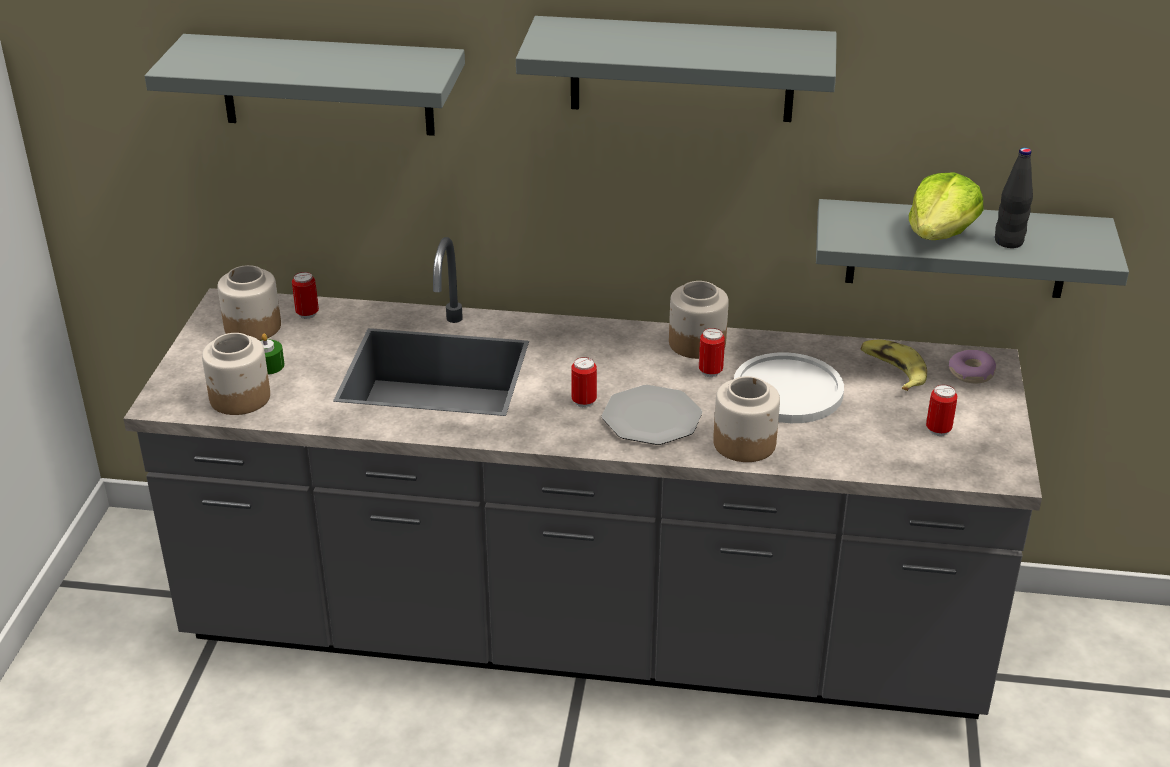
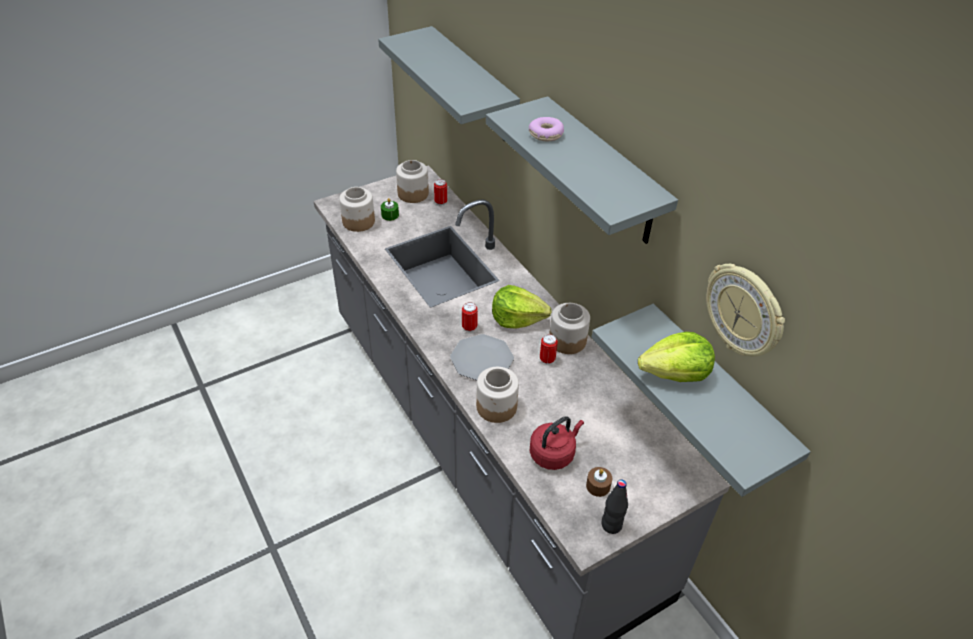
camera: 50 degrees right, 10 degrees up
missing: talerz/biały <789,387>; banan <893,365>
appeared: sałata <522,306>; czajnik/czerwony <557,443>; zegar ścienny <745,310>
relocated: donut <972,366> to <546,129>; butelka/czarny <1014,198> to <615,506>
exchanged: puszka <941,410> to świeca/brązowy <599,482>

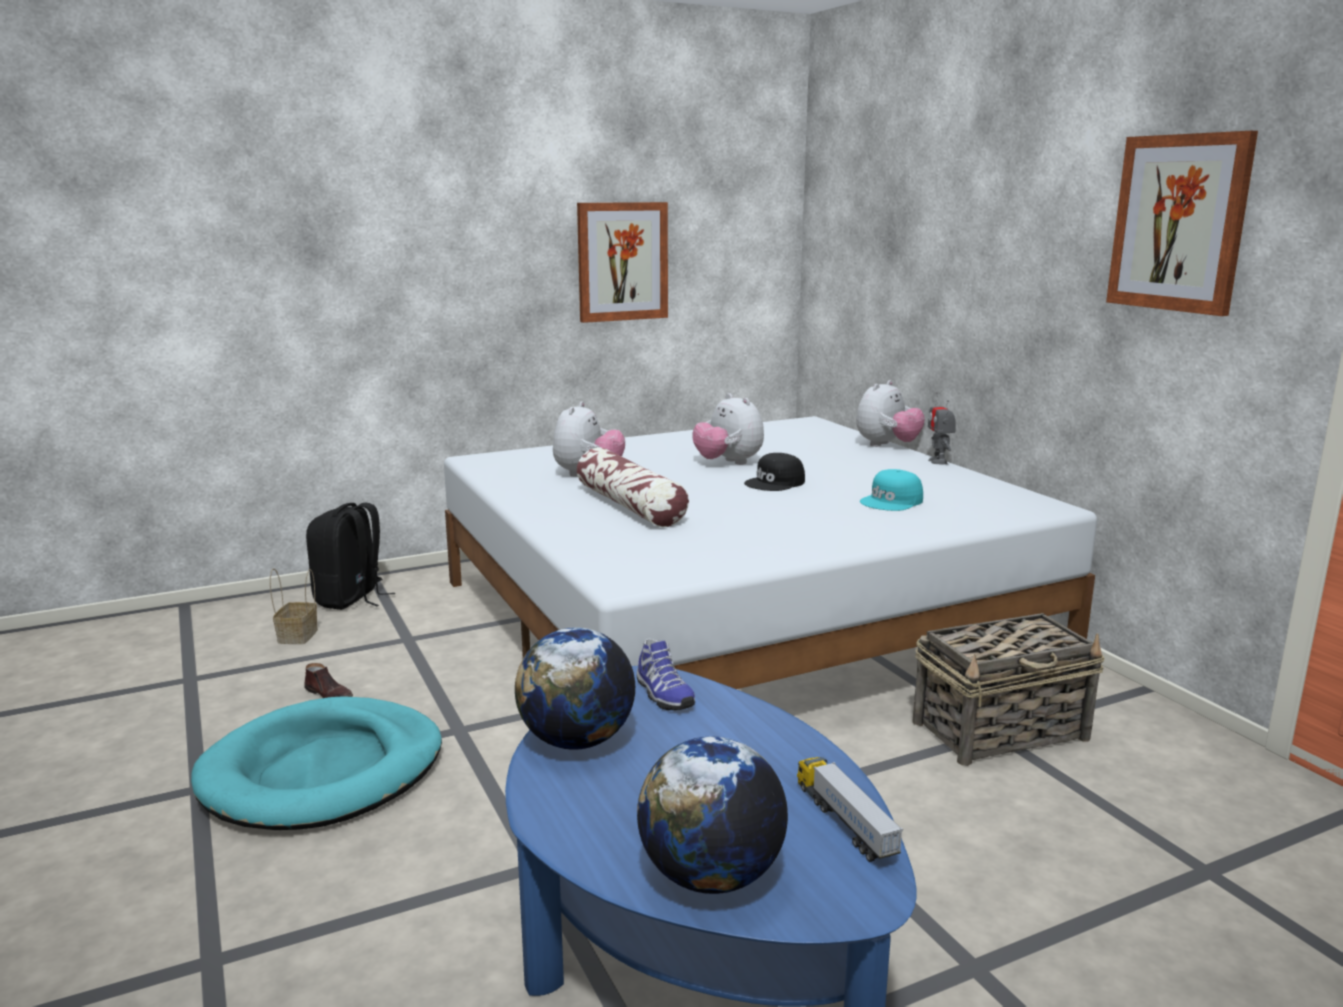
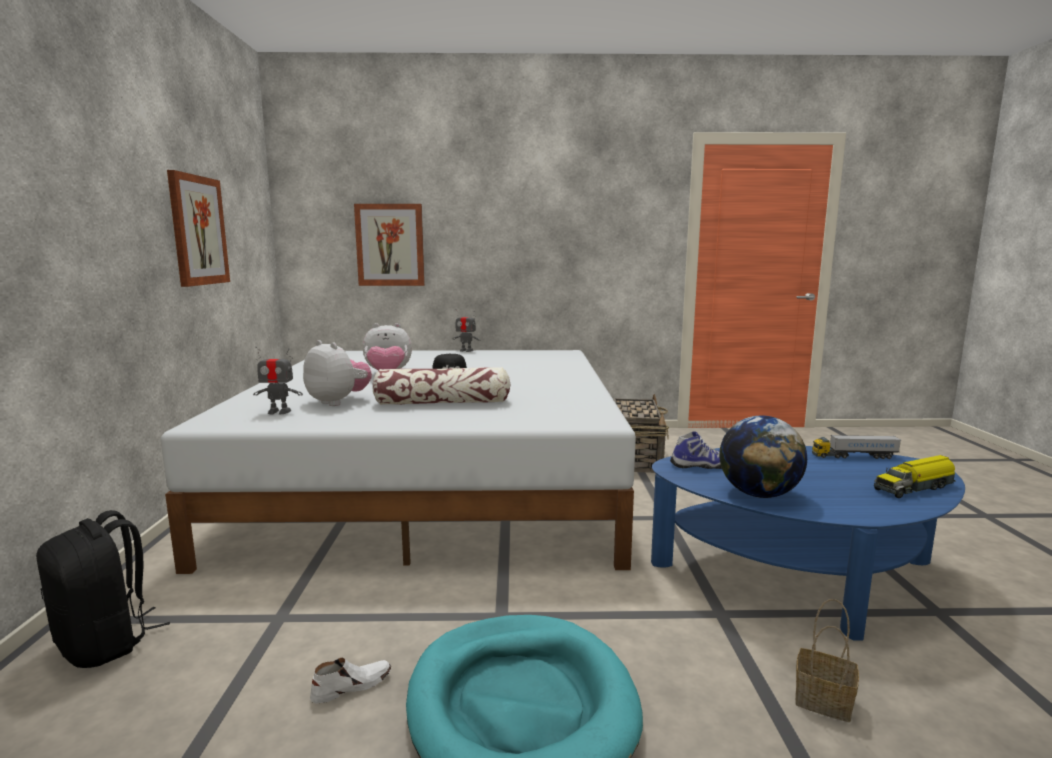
camera: 65 degrees left, 5 degrees down
missing: pluszak <890,413>; czapka z daszkiem/turkusowy <891,490>
appeared: robot zabawkowy <278,381>
relocated: koszyk <294,606> to <827,660>; obraz <1182,223> to <389,245>
exchanged: globus <712,815> to ciężarówka zabawkowa <915,476>
colour: but/brązowy <328,680> to but/biały <350,680>

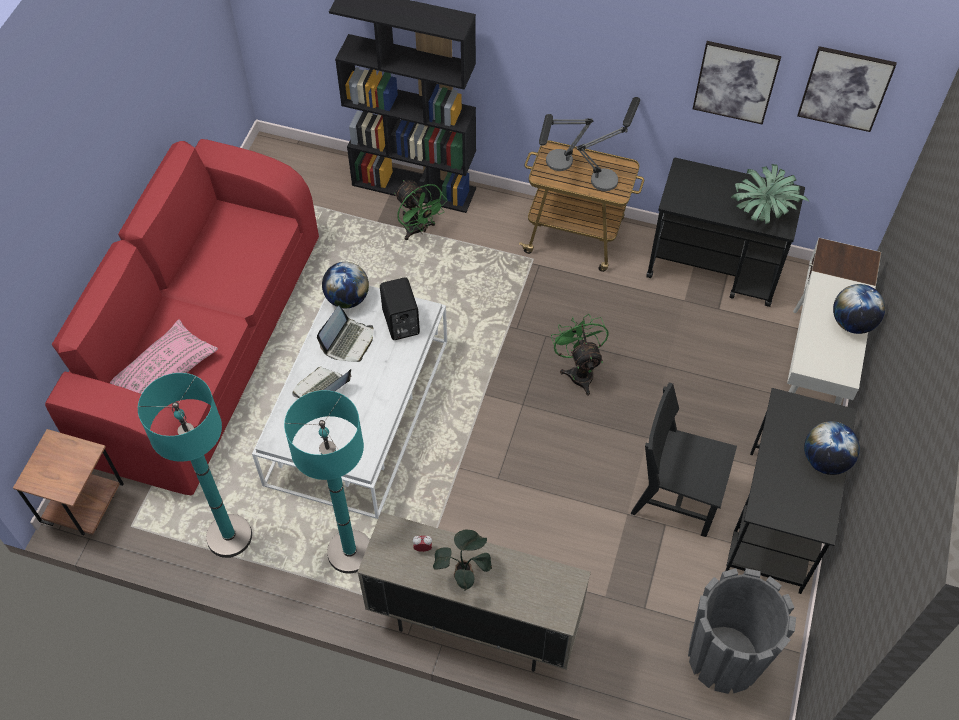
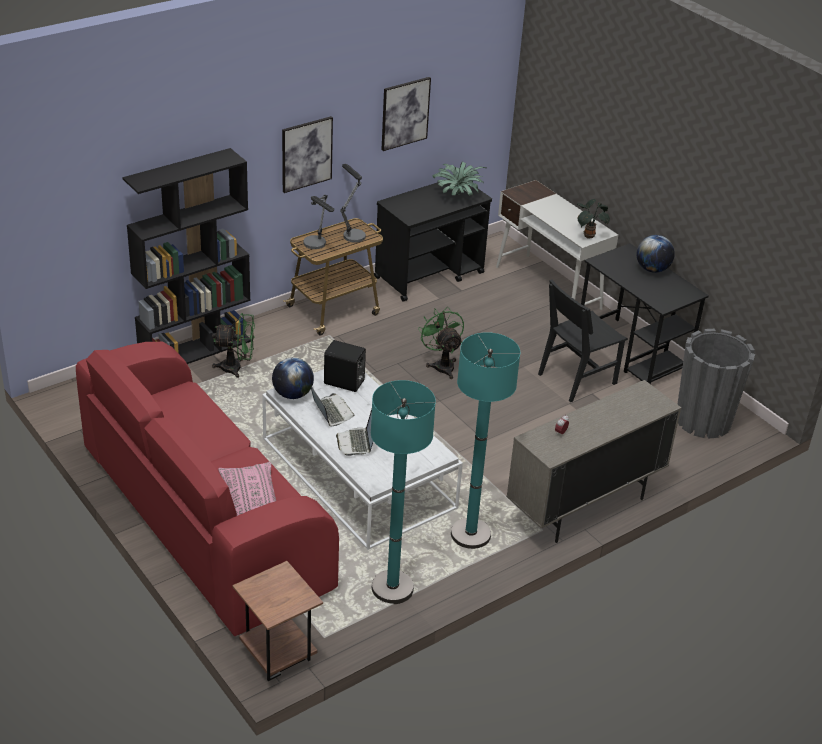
camera: 55 degrees left, 20 degrees down
missing: globus <859,309>
relocated: roślina doniczkowa <462,559> to <593,219>; obraz <847,89> to <307,154>
spun: wentylator/zielony <579,354> = <441,343> 45 degrees clockwise

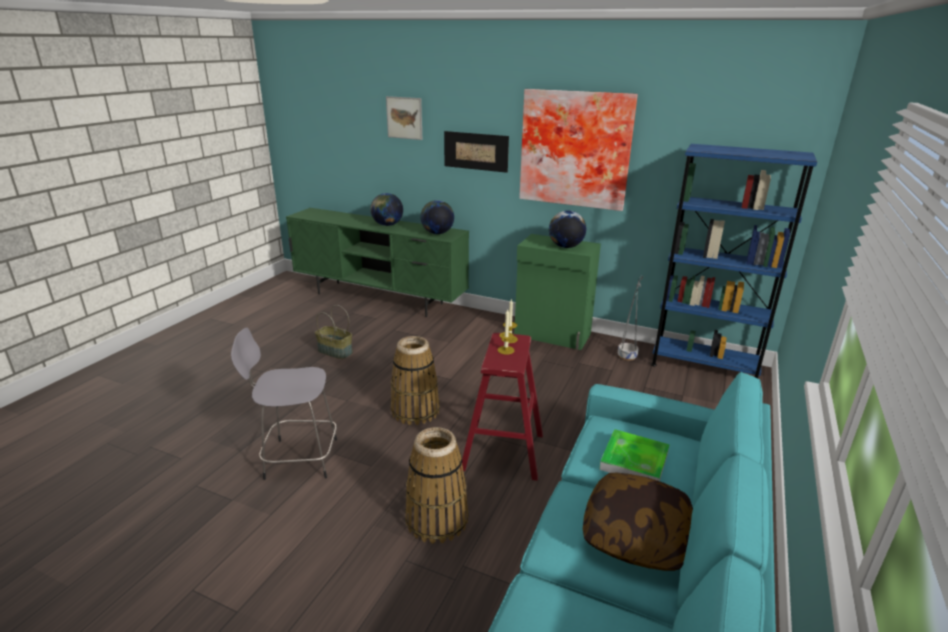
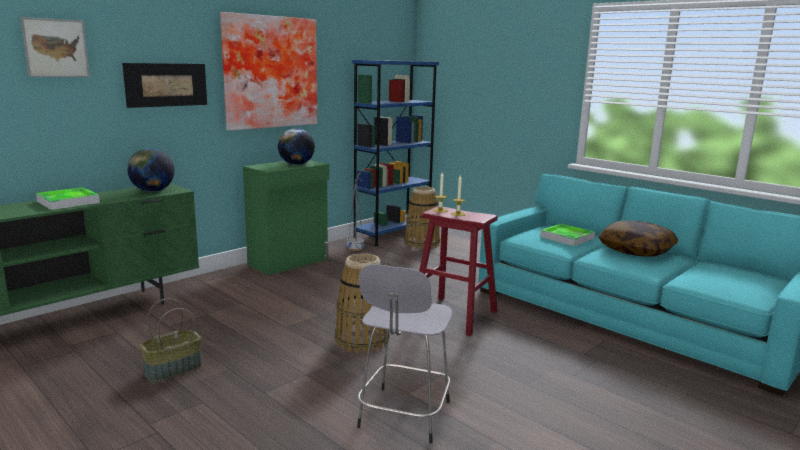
camera: 70 degrees left, 10 degrees down
relocated: koszyk <437,485> to <422,218>
exchanged: globus <386,209> to taca <68,198>

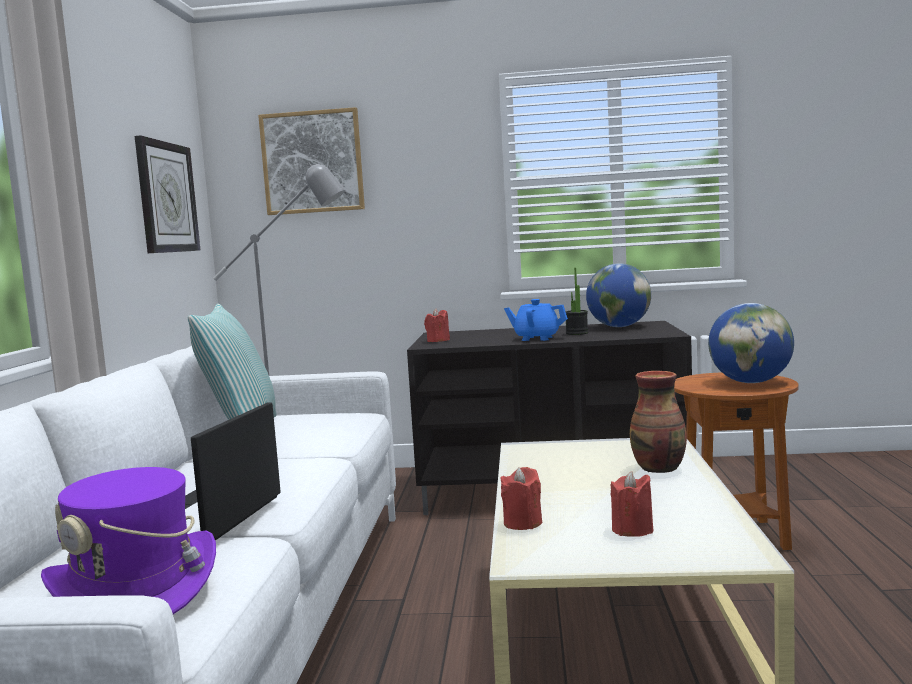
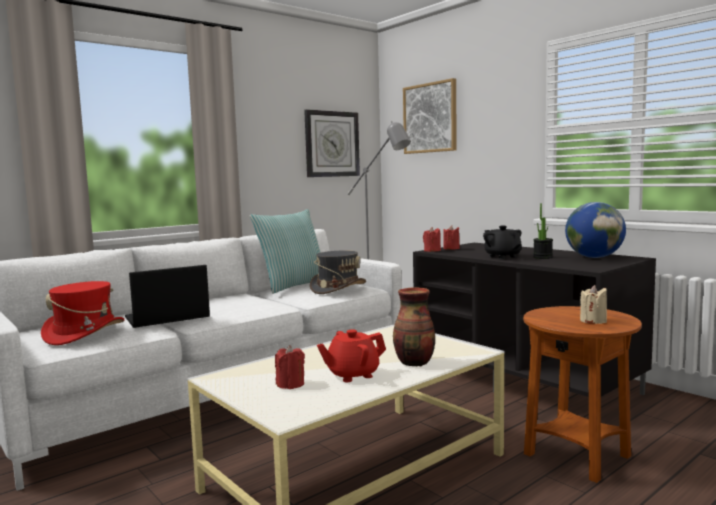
camera: 45 degrees right, 0 degrees up
appeared: kapelusz/szary <338,272>; imbryk/czerwony <351,355>
relocated: świeca/czerwony <521,498> to <432,239>
exchanged: globus <751,343> to świeca/beżowy <593,304>
colour: kapelusz/fioletowy <128,540> to kapelusz/czerwony <82,313>; imbryk/niebieski <536,320> to imbryk/czarny <502,242>

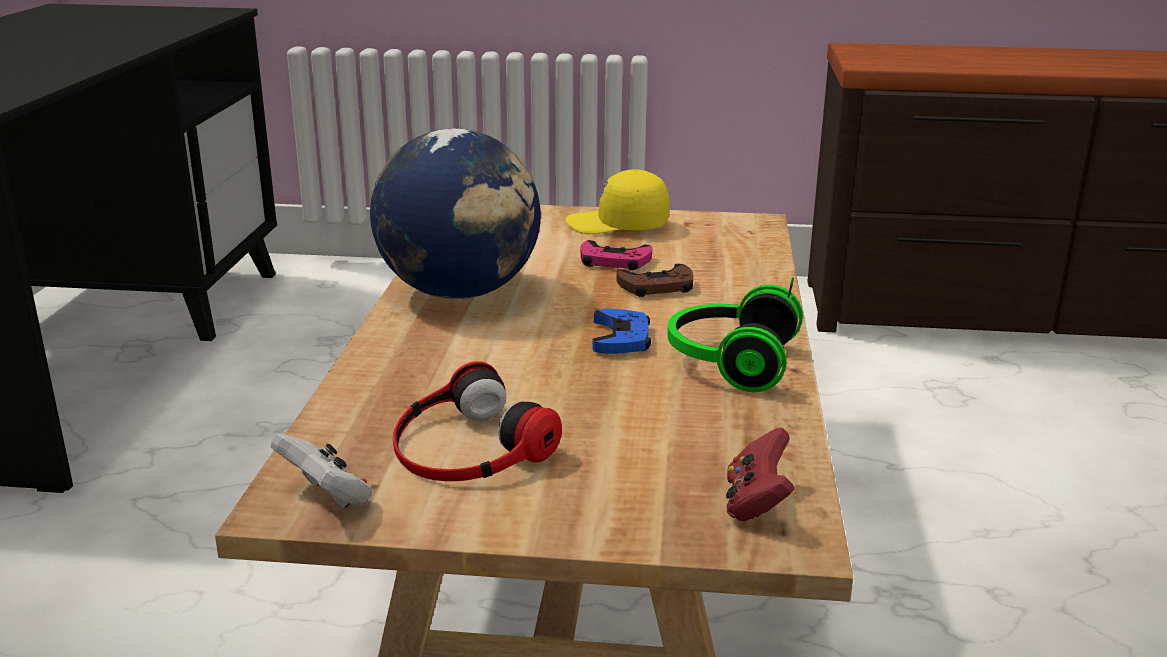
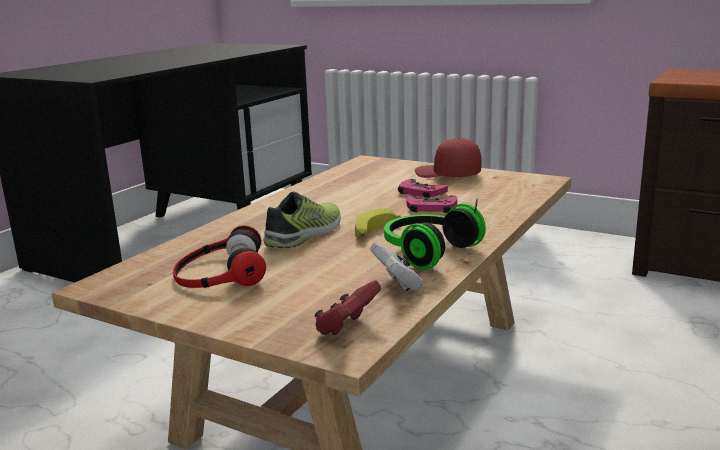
camera: 25 degrees right, 5 degrees down
missing: globus <455,214>
appeared: but <302,220>
relocated: pad do gier/biały <321,470> to <396,267>
exchanged: pad do gier/niebieski <621,331> to banan <377,222>
colour: czapka z daszkiem/żółty <617,201> to czapka z daszkiem/czerwony <448,157>; pad do gier/brązowy <655,280> to pad do gier/różowy <432,204>

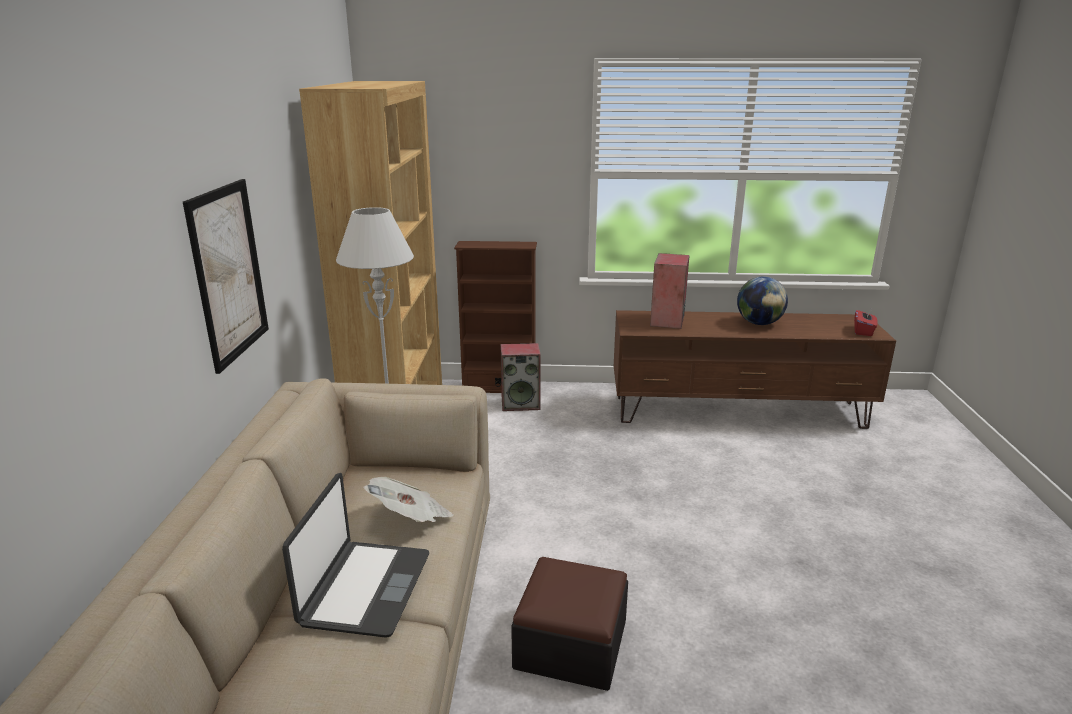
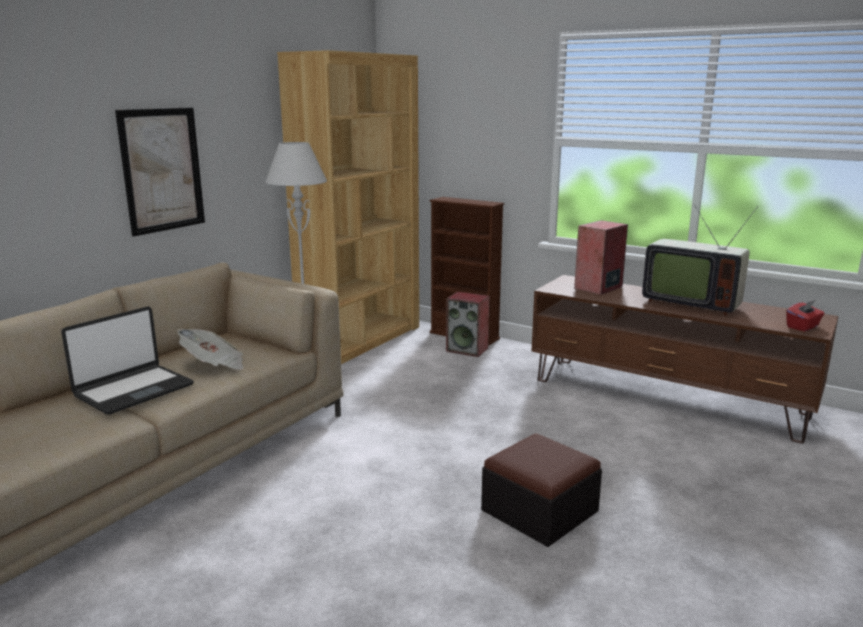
camera: 30 degrees right, 5 degrees down
relocated: pufa <569,624> to <541,490>
exchanged: globus <762,301> to telewizor <700,261>

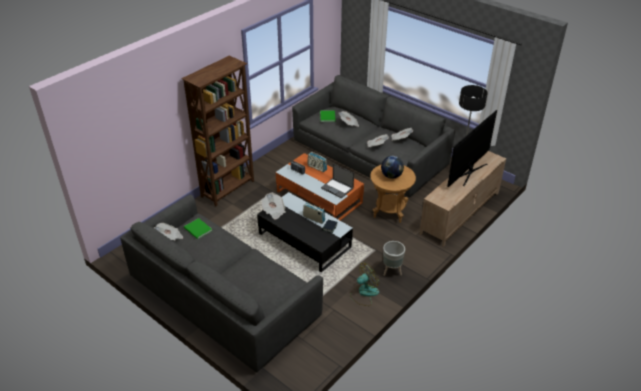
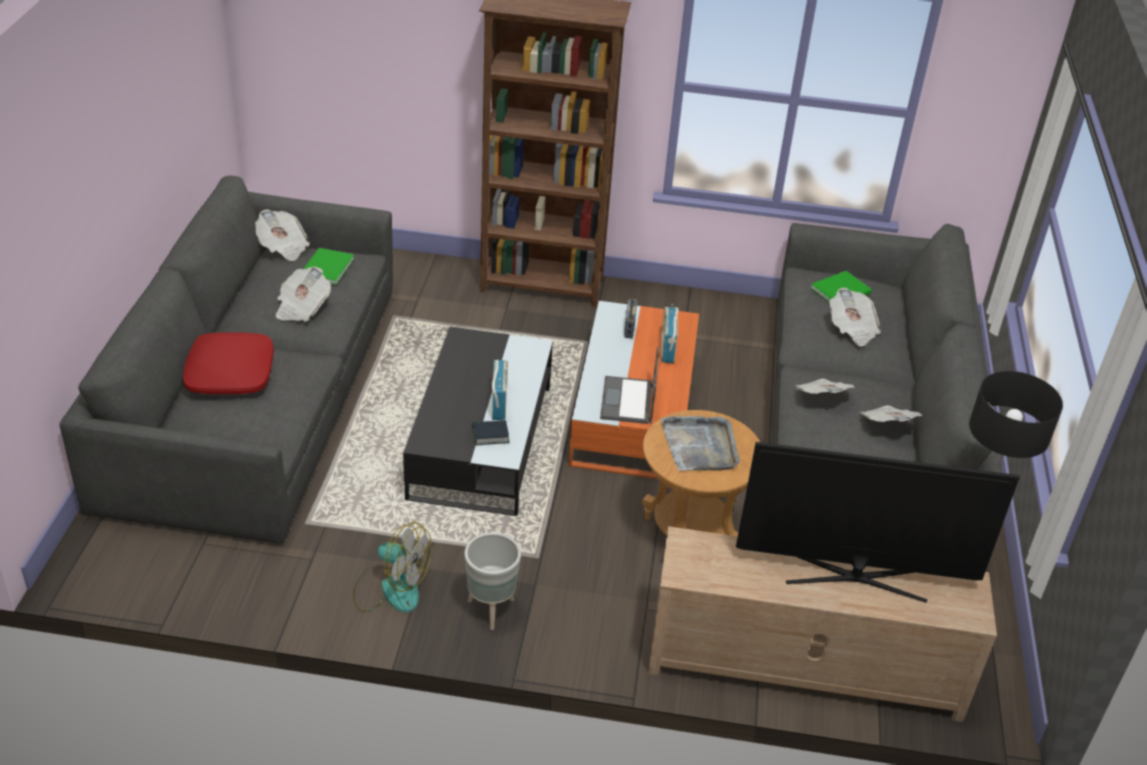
camera: 55 degrees right, 0 degrees up
appeared: poduszka/czerwony <228,363>
relocated: gazeta <274,206> to <303,294>
exchanged: globus <392,167> to taca/szary <700,443>

